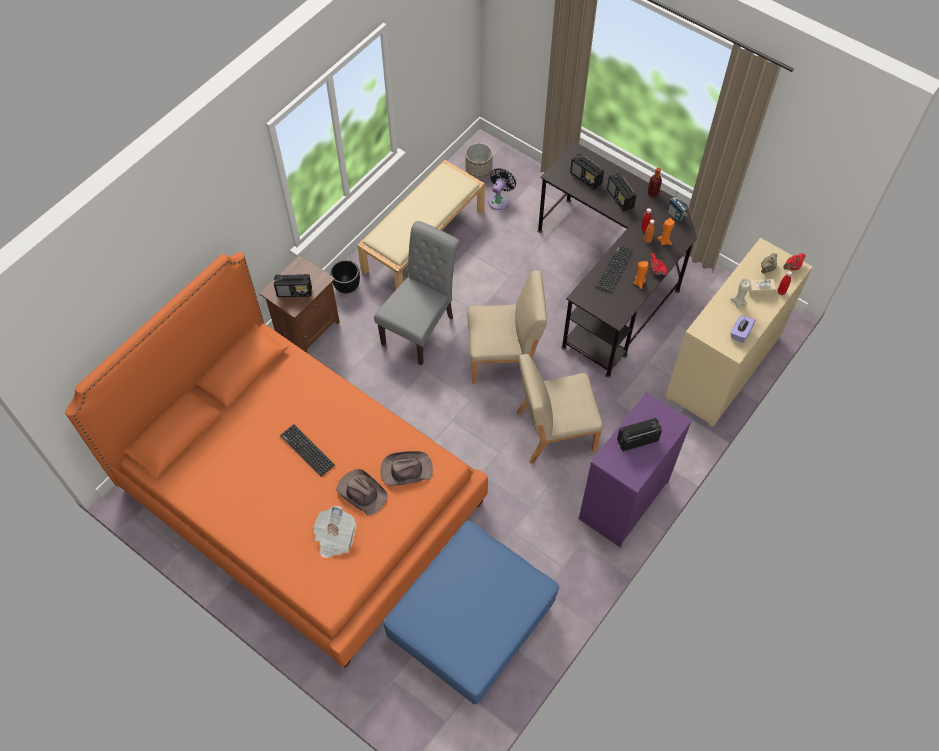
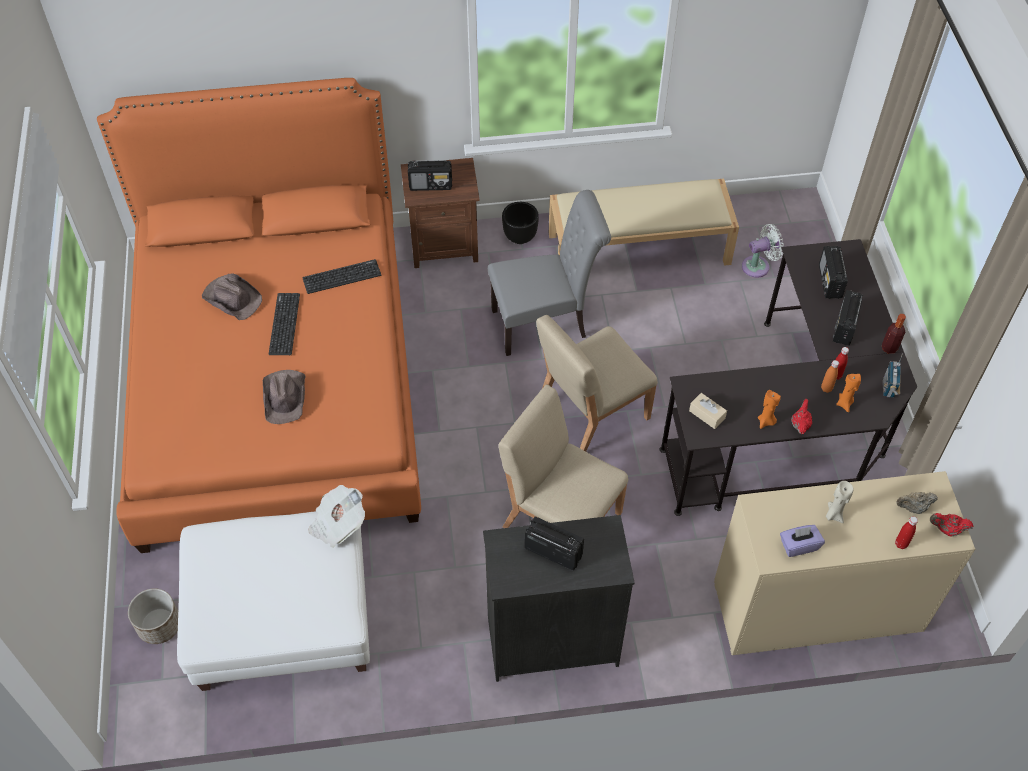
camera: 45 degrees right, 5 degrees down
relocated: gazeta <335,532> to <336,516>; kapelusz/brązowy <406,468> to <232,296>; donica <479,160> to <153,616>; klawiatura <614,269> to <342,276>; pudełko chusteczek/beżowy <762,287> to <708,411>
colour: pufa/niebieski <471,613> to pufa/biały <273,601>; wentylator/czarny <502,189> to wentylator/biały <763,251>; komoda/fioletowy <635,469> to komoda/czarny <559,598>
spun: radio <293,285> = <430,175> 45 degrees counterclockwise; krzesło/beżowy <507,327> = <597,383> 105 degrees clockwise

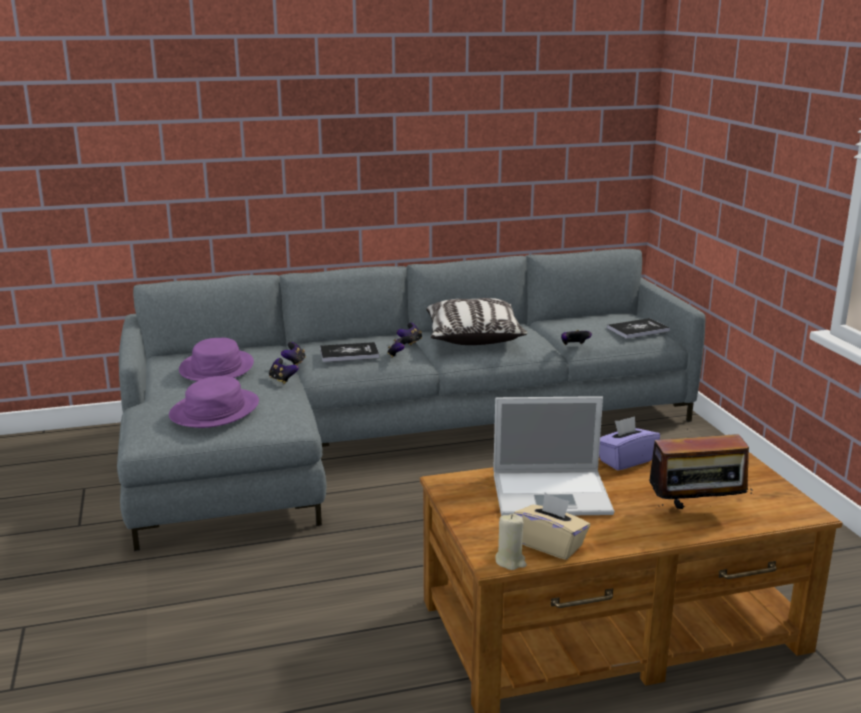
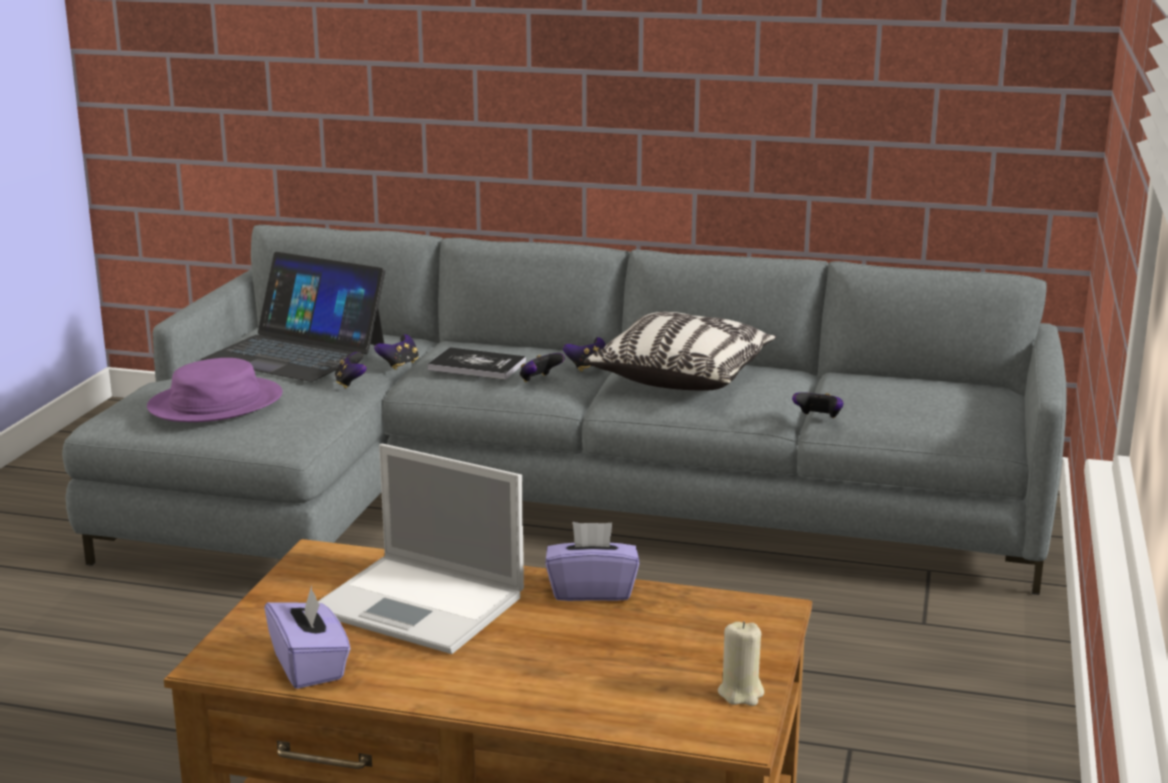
camera: 30 degrees right, 0 degrees up
missing: książka <638,328>; radio <700,469>
relocated: świeca/beżowy <511,542> to <741,663>
exchanged: kapelusz/fioletowy <216,359> to laptop <293,317>
colour: pudełko chusteczek/beżowy <552,526> to pudełko chusteczek/fioletowy <307,637>

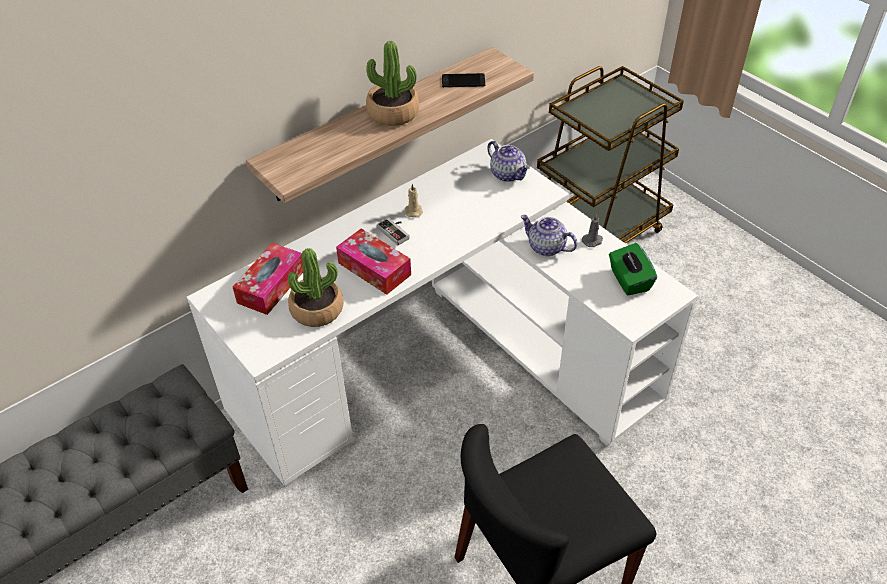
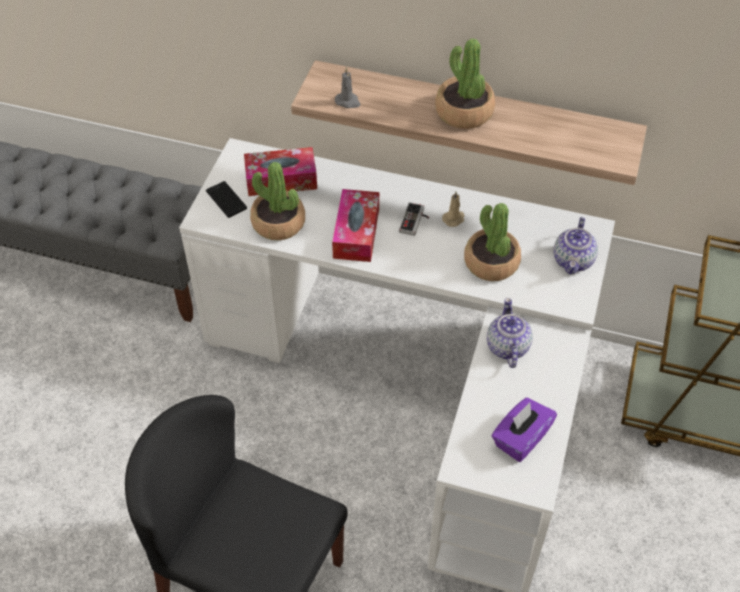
camera: 55 degrees right, 5 degrees up
appeared: roślina doniczkowa <492,242>
relocated: telefon <463,80> to <226,199>; świeca/szary <592,230> to <347,87>
colour: pudełko chusteczek/zielony <633,269> to pudełko chusteczek/fioletowy <524,430>

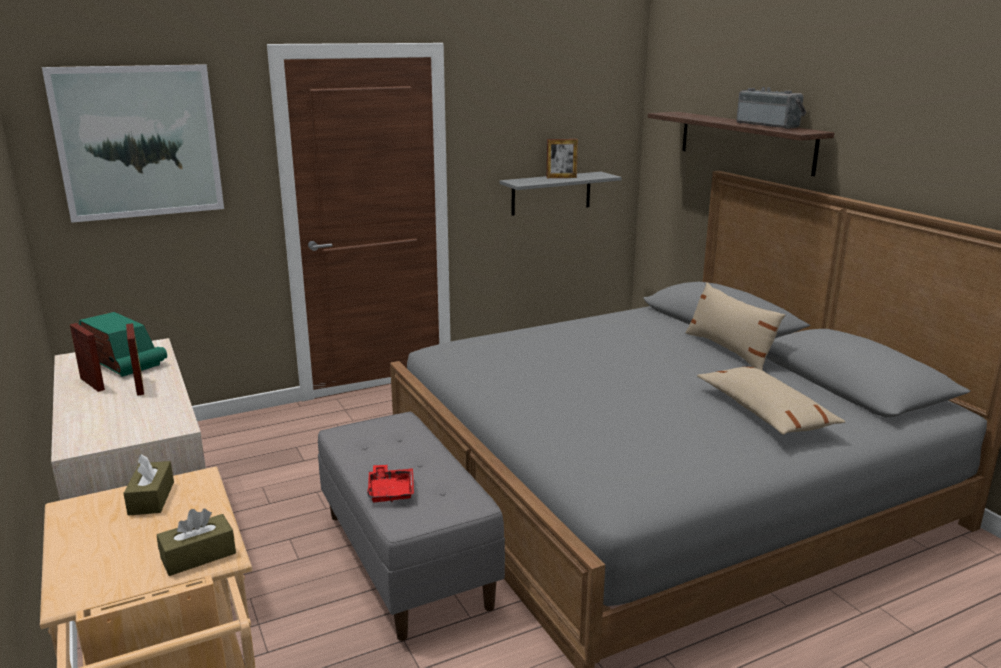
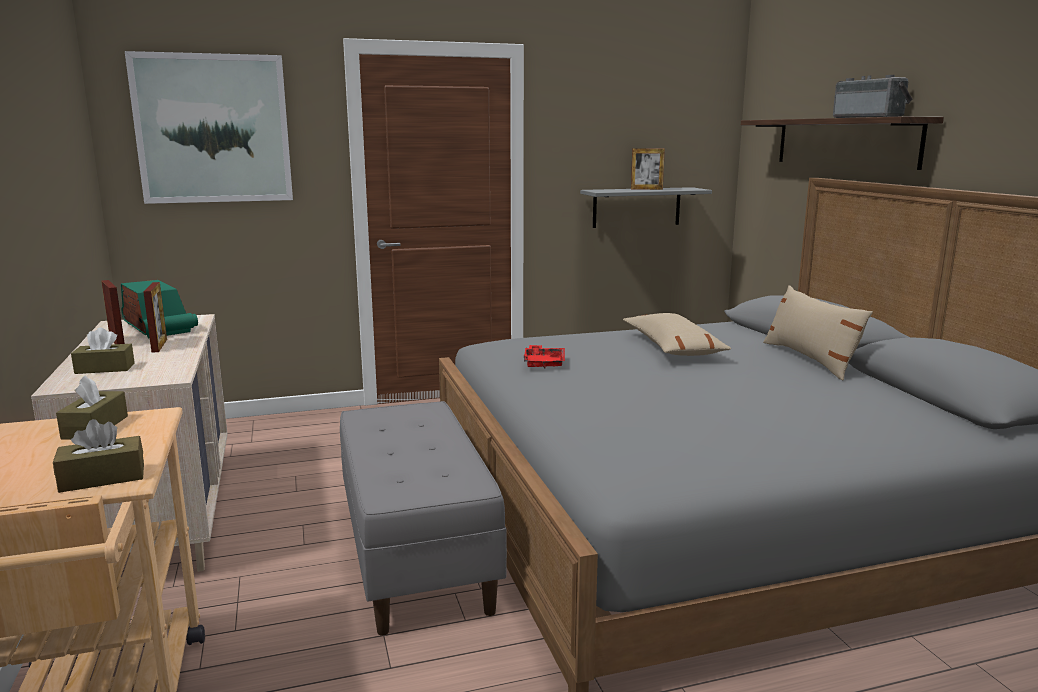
camera: 10 degrees right, 5 degrees down
appeared: pudełko chusteczek/brązowy <103,350>
relocated: taca/czerwony <390,483> to <544,357>; poduszka/beżowy <771,401> to <677,334>

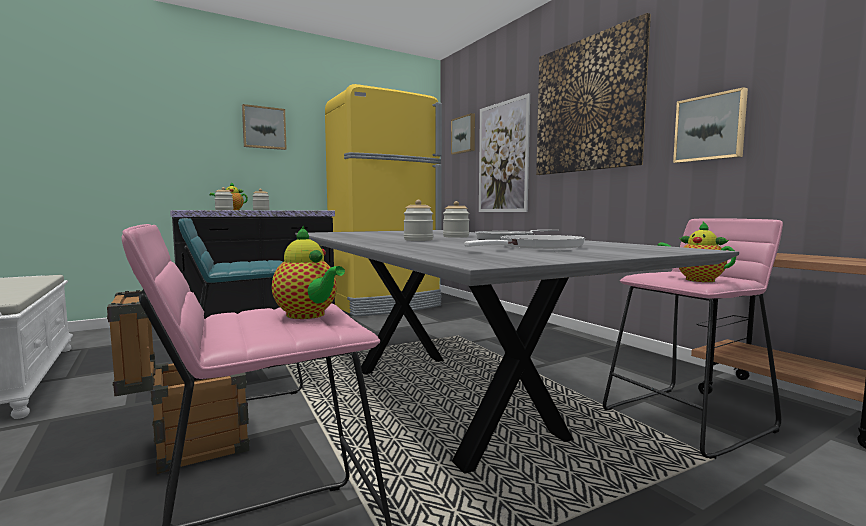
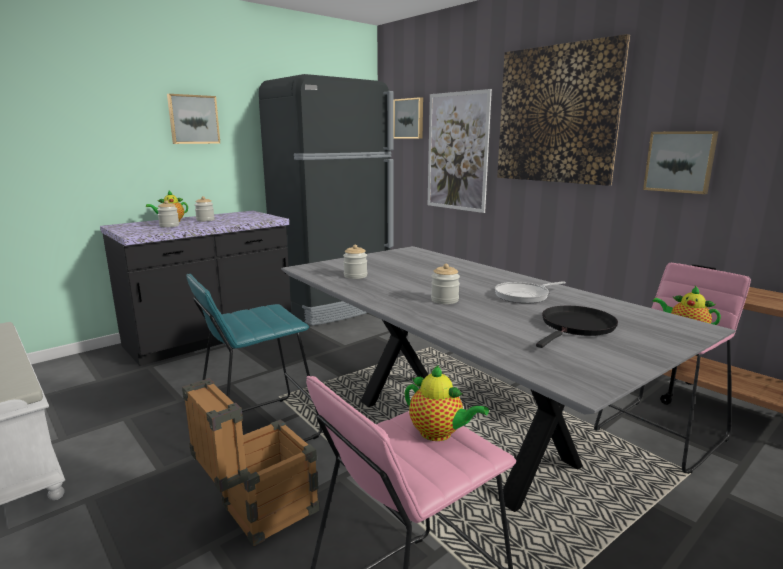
camera: 10 degrees left, 10 degrees up
relocated: słoik <456,219> to <355,262>
colour: lodówka/żółty <383,200> to lodówka/czarny <326,200>; patelnia/biały <524,242> to patelnia/czarny <577,327>

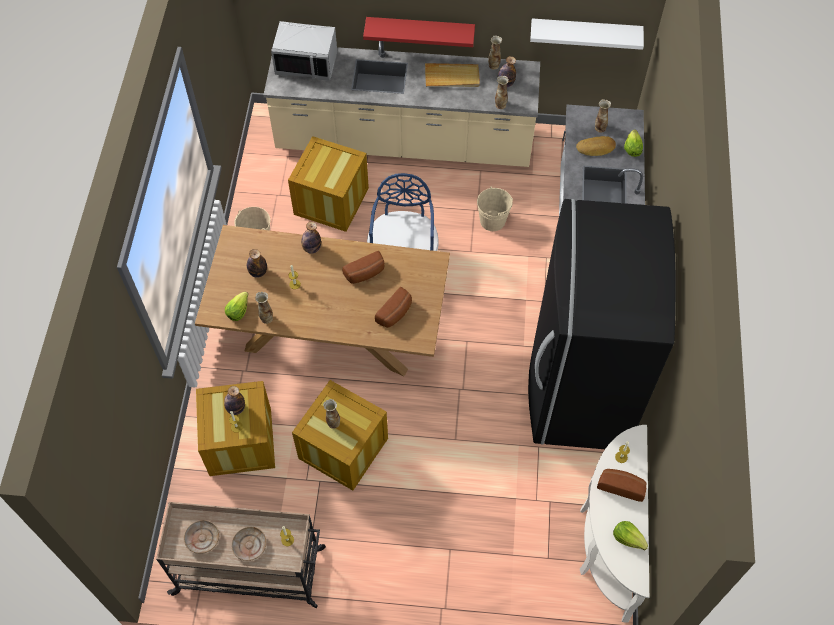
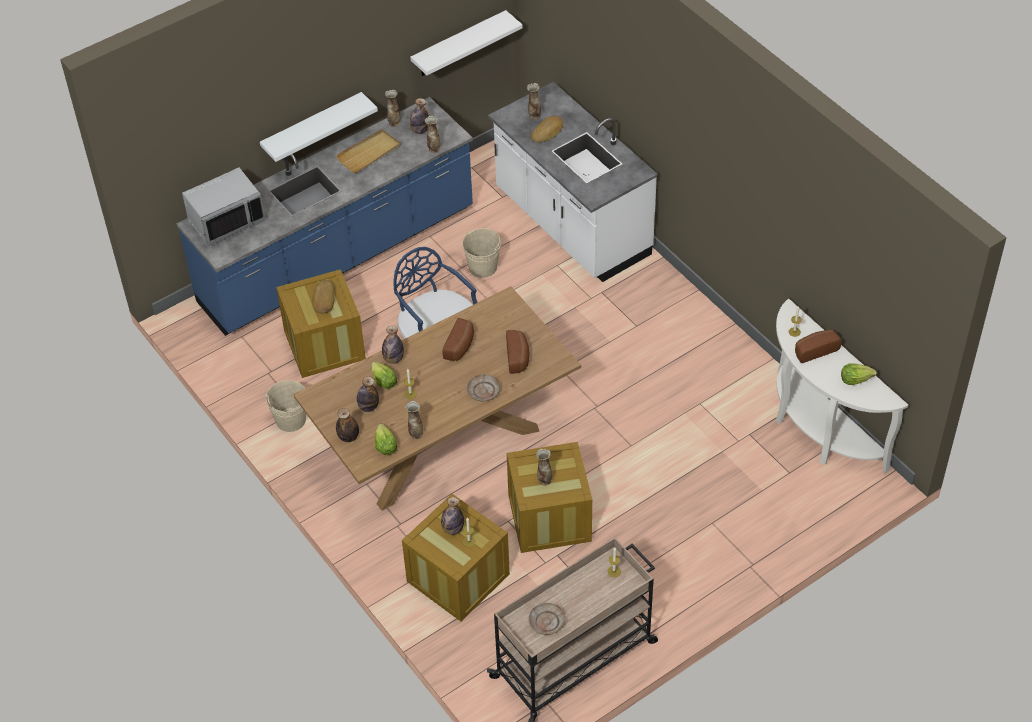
camera: 40 degrees left, 10 degrees down
missing: lodówka/czarny <602,324>
appeared: chleb <323,297>; butelka <347,425>
relocated: talerz/beżowy <249,544> to <483,388>; sałata <633,143> to <384,375>
colour: zabudowa kuchenna/beżowy <401,104> to zabudowa kuchenna/niebieski <324,216>; półka/czerwony <419,32> to półka/biały <319,127>

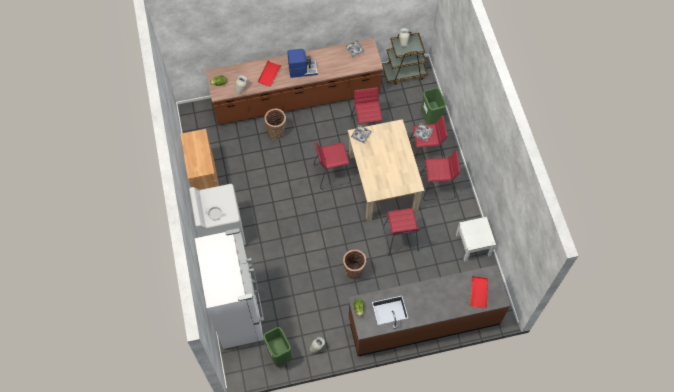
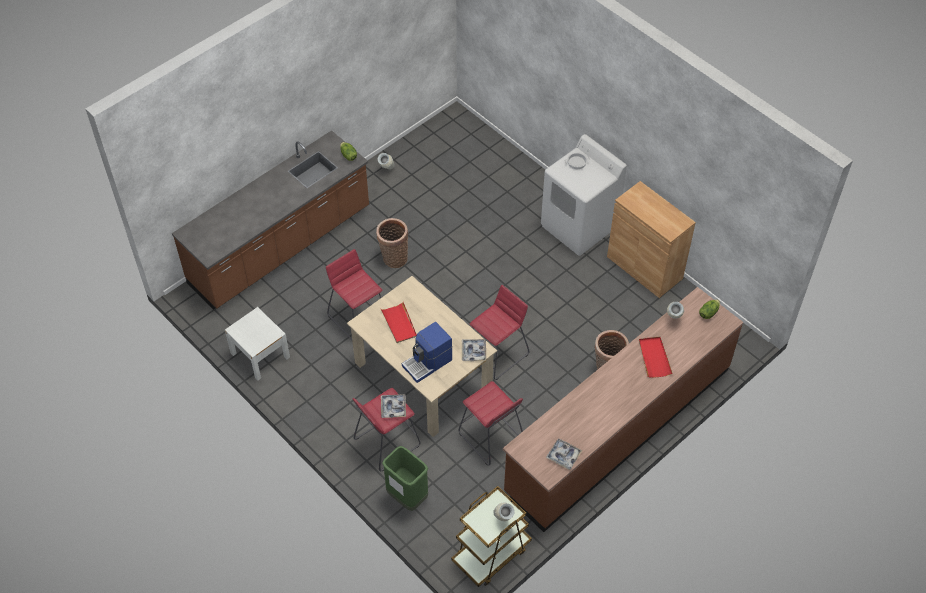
camera: 150 degrees right, 10 degrees down
missing: lodówka/biały <229,288>; kosz na śmieci/zielony <277,347>; stołek/czerwony <440,175>
relocated: ekspres do kawy <302,63> to <427,352>; taca/czerwony <478,292> to <399,322>

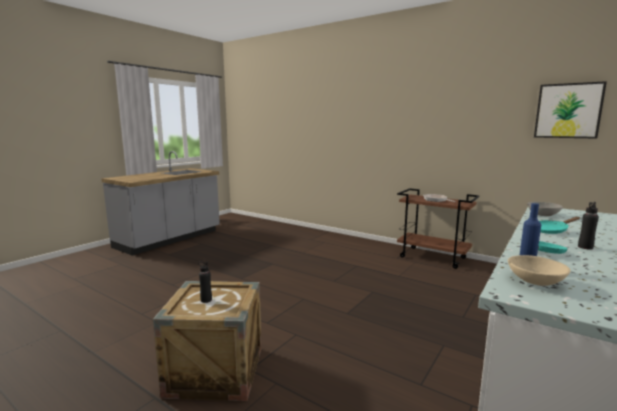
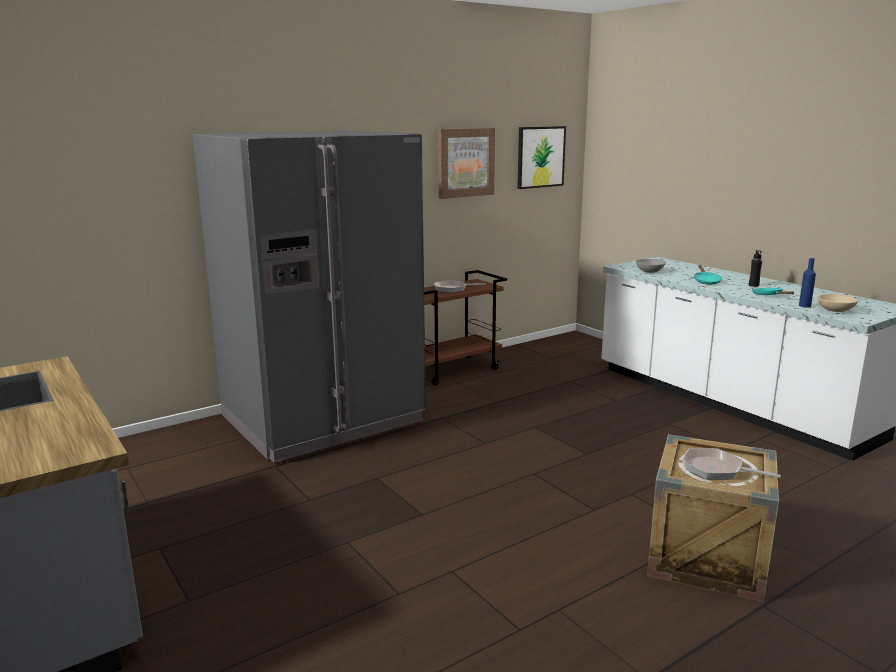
camera: 70 degrees left, 5 degrees up
appeared: lodówka/szary <309,297>; obraz <466,163>
exchanged: butelka/czarny <205,282> to patelnia <731,464>

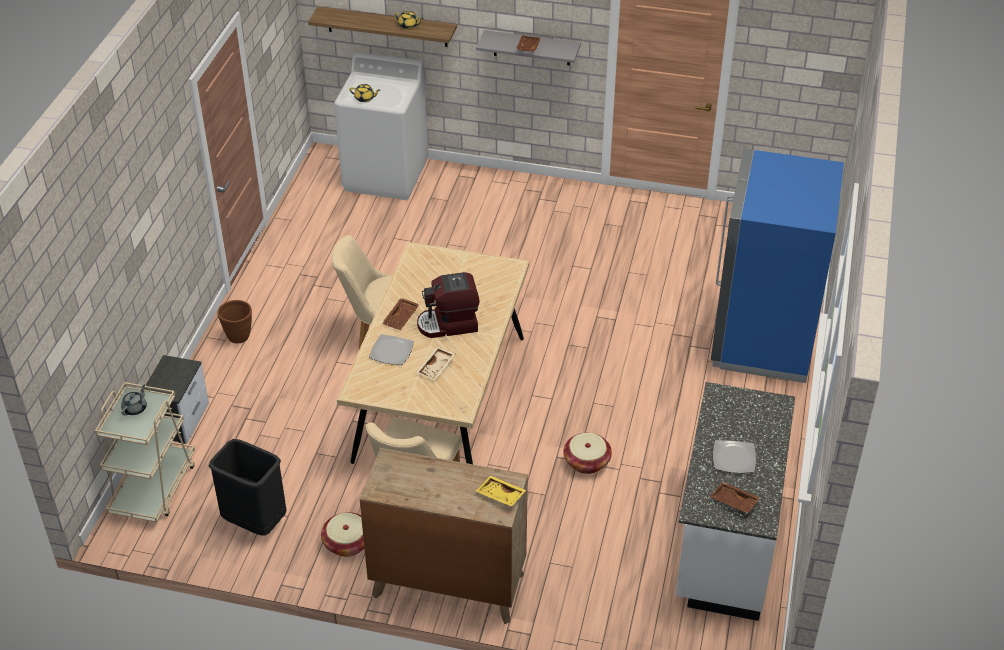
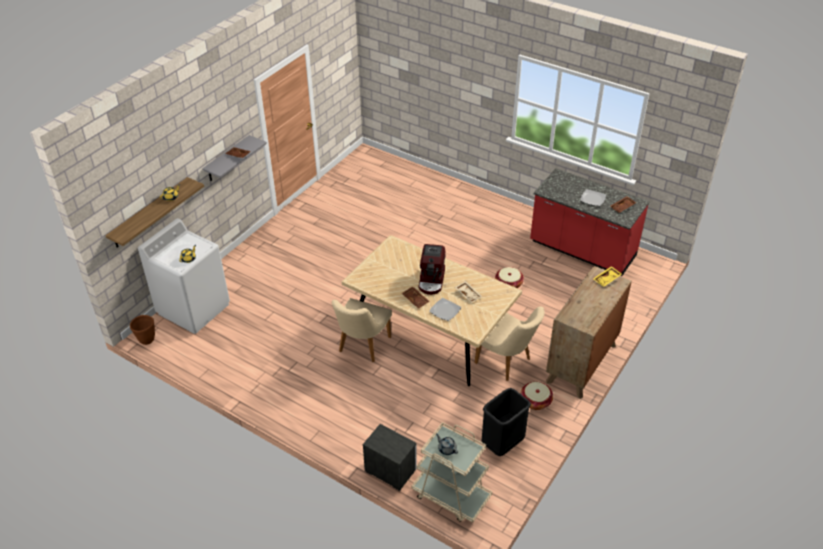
camera: 70 degrees left, 0 degrees up
missing: lodówka/niebieski <777,266>
relocated: donica/brązowy <234,321> to <142,330>
colour: zabudowa kuchenna/biały <735,501> to zabudowa kuchenna/czerwony <590,222>

